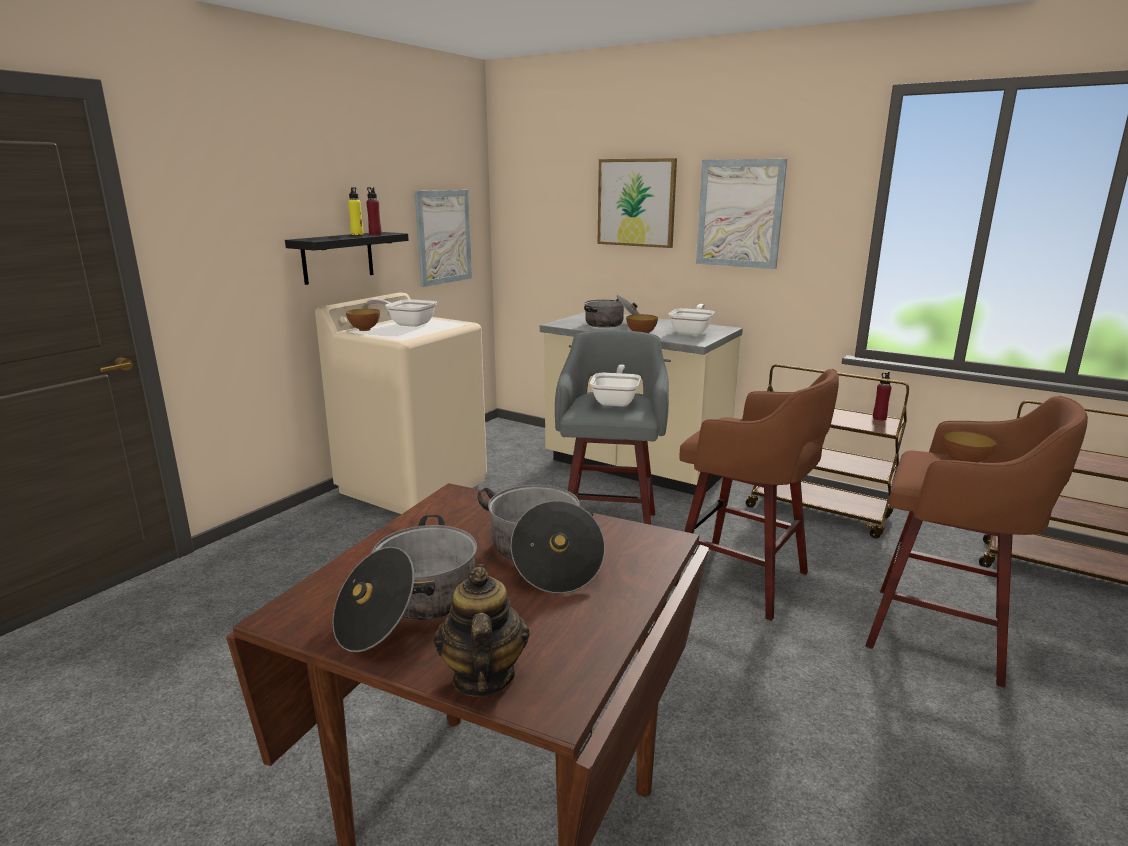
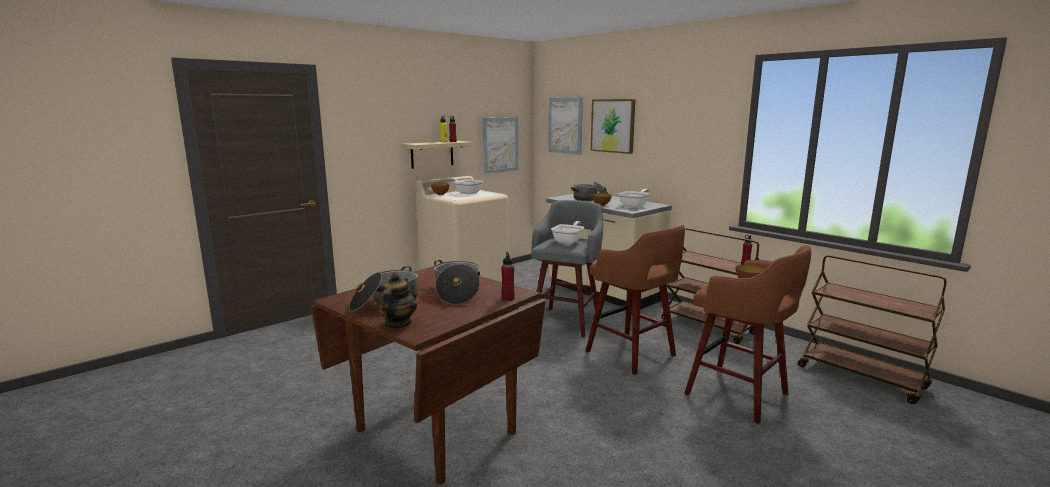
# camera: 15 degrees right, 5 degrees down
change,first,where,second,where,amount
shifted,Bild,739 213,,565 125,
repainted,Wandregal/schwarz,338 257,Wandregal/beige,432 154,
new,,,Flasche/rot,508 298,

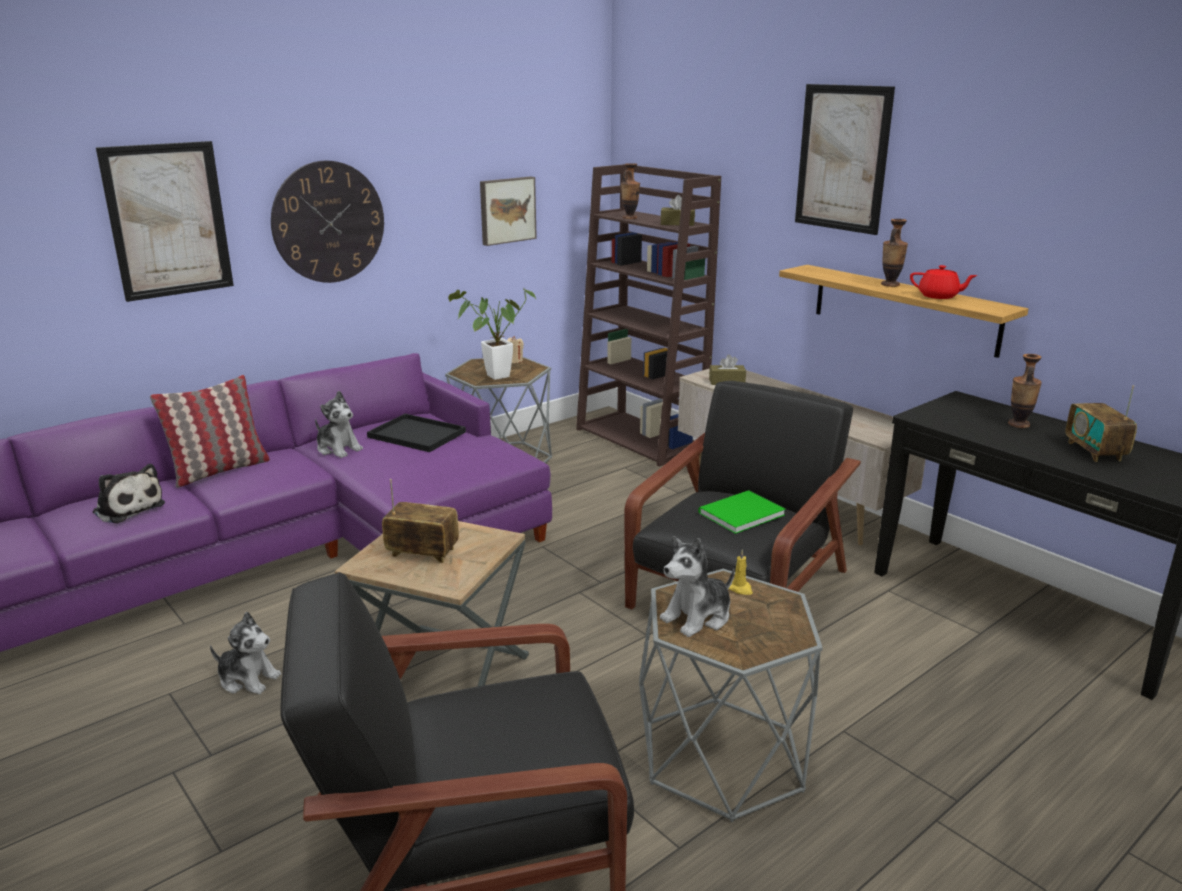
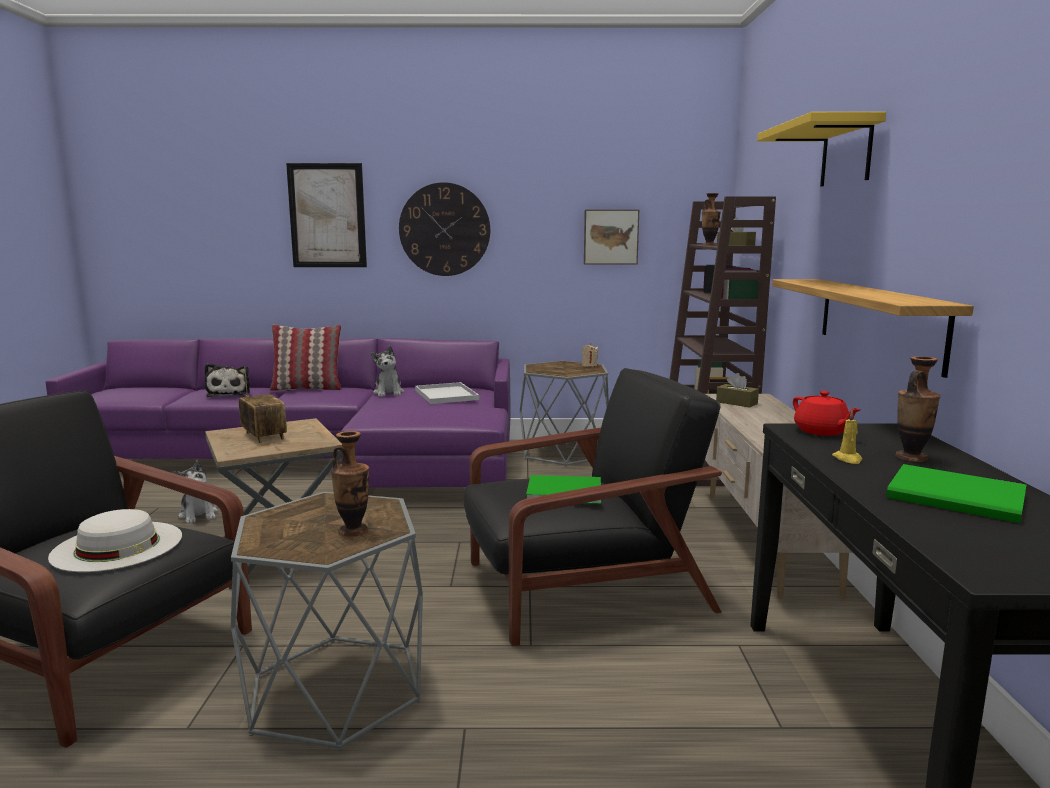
# camera: 40 degrees right, 10 degrees down
change,first,where,second,where,amount
swapped,Bild,842 158,Wandregal/gelb,846 153,
shifted,Vase,890 284,,353 531,
shifted,Teekanne/rot,939 296,,821 431,
gone,Topfpflanze,493 377,,,
swapped,Radio,1095 451,Buch/grün,959 498,
repainted,Tablett/schwarz,415 434,Tablett/weiß,445 394,
gone,Plüschtier,698 617,,,
shifted,Kerze/gelb,740 589,,848 459,
new,,,Hut/weiß,118 546,

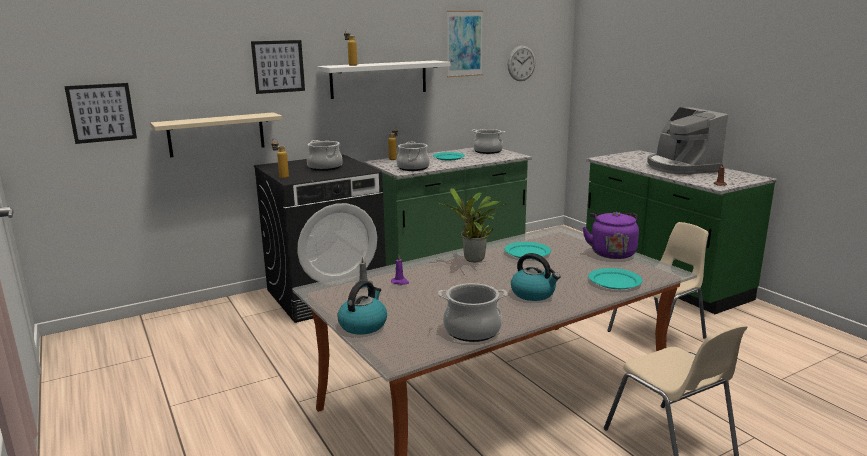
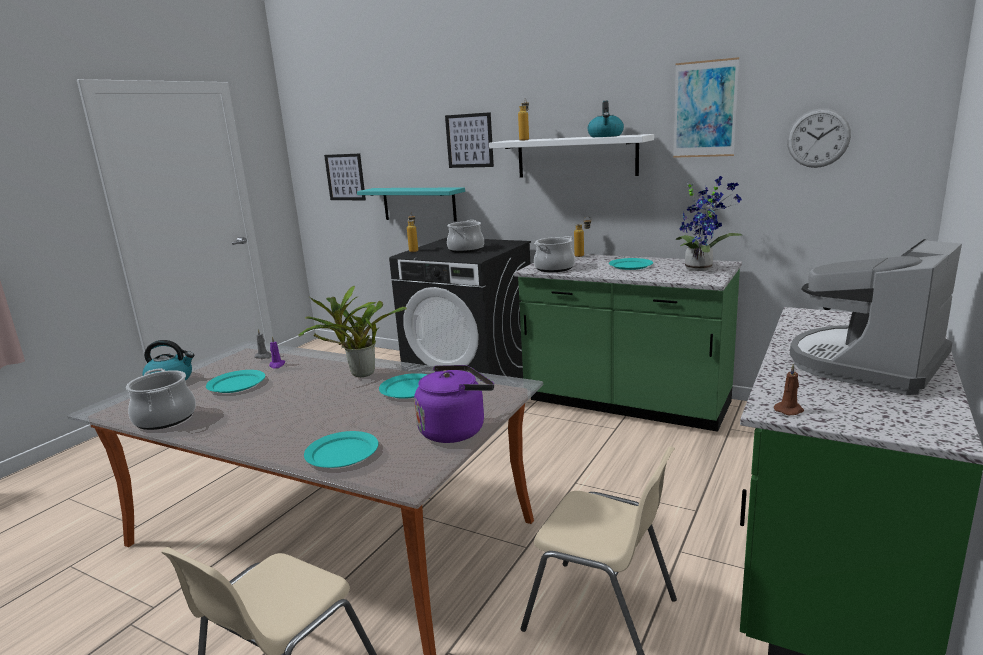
# camera: 60 degrees right, 0 degrees up
change,first,where,second,where,amount
repainted,Wandregal/beige,216 134,Wandregal/türkis,419 204,
swapped,Kochtopf,488 151,Topfpflanze,701 268,
shifted,Wasserkessel,533 294,,605 136,
new,,,Teller/türkis,237 384,

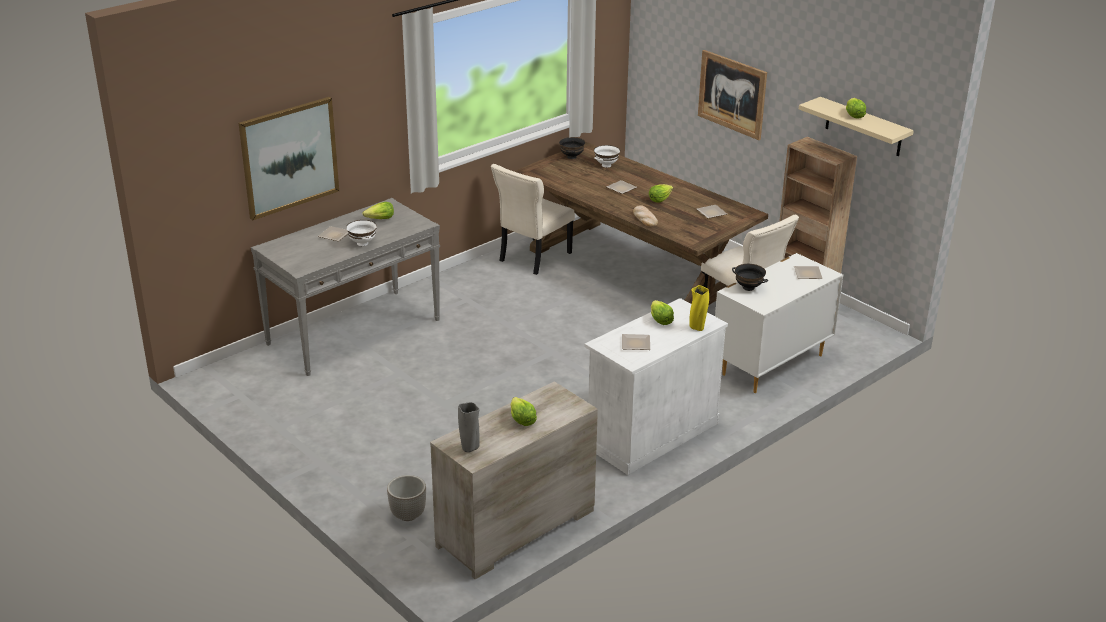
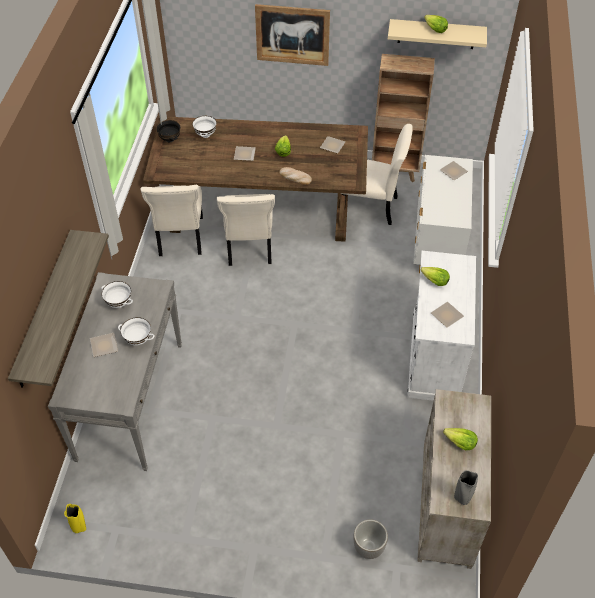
# camera: 40 degrees left, 20 degrees up
change,first,where,second,where,amount
swapped,Bild,289 157,Wandregal,44 309,
swapped,Salatkopf,380 219,Schüssel/weiß,119 303,
gone,Schüssel/schwarz,748 288,,,
shifted,Vase/gelb,697 328,,79 528,
new,,,Stuhl/beige,249 247,

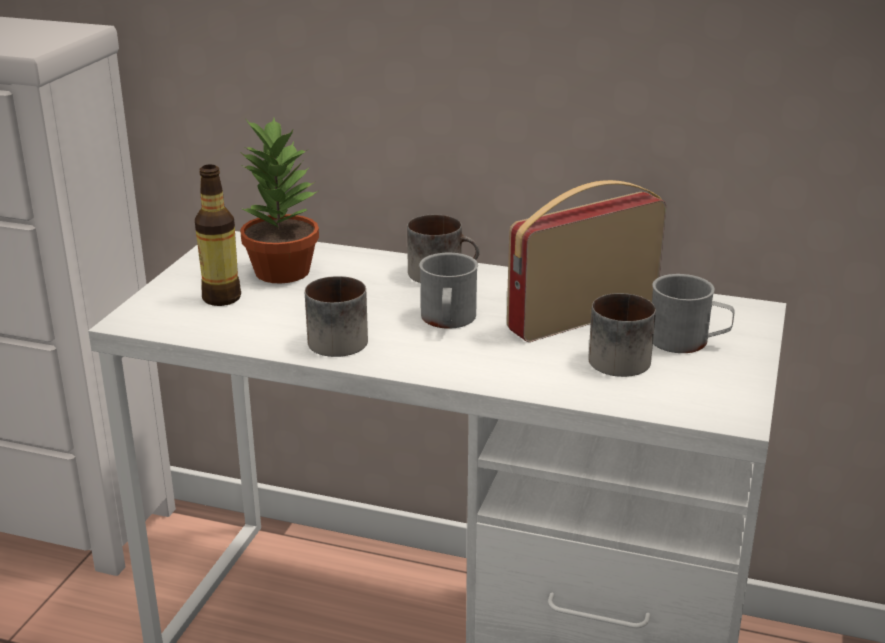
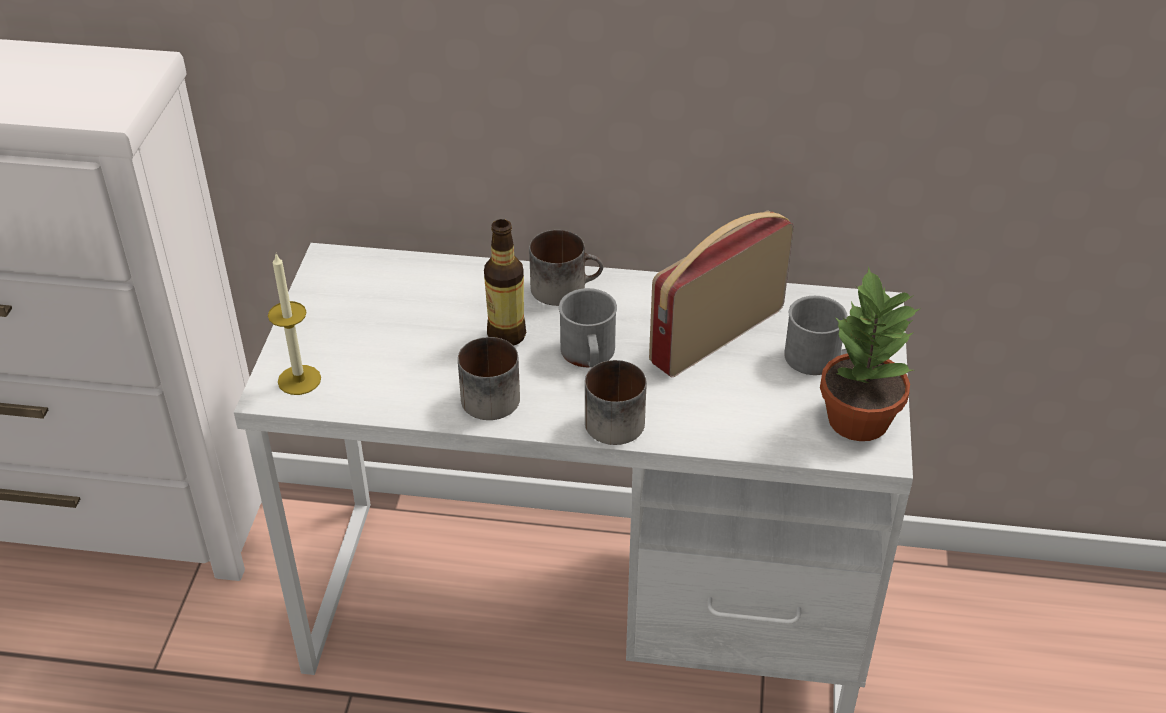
# camera: 10 degrees left, 15 degrees up
change,first,where,second,where,amount
shifted,Topfpflanze,281 271,,856 418,
shifted,Flasche,221 298,,506 335,
shifted,Henkelbecher,617 357,,612 417,
new,,,Kerze,299 380,

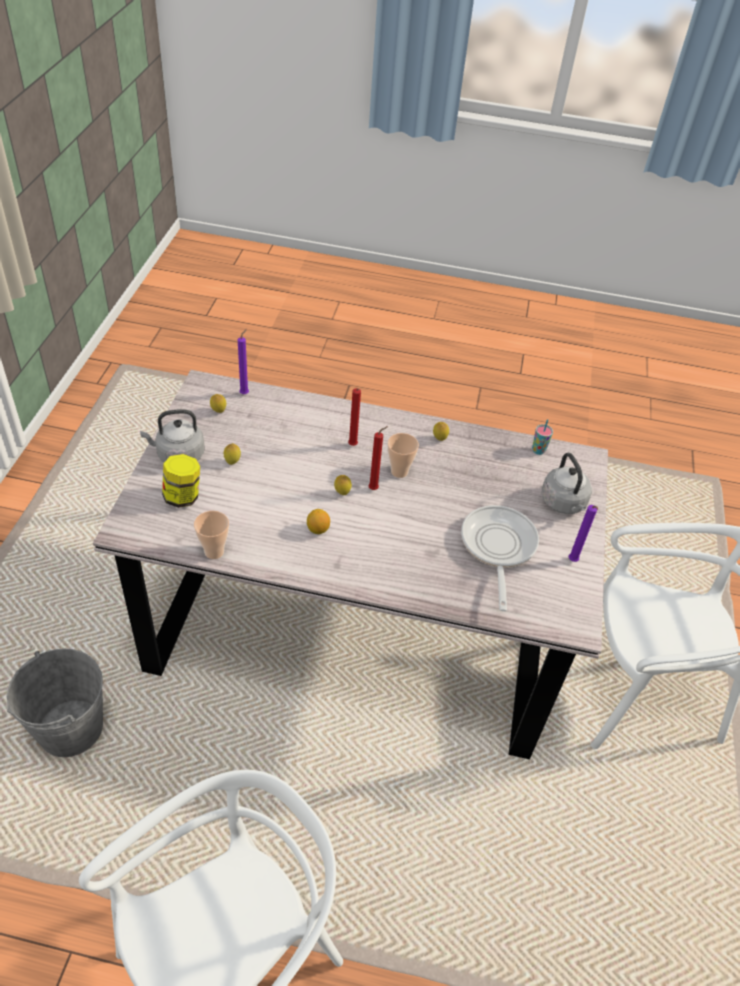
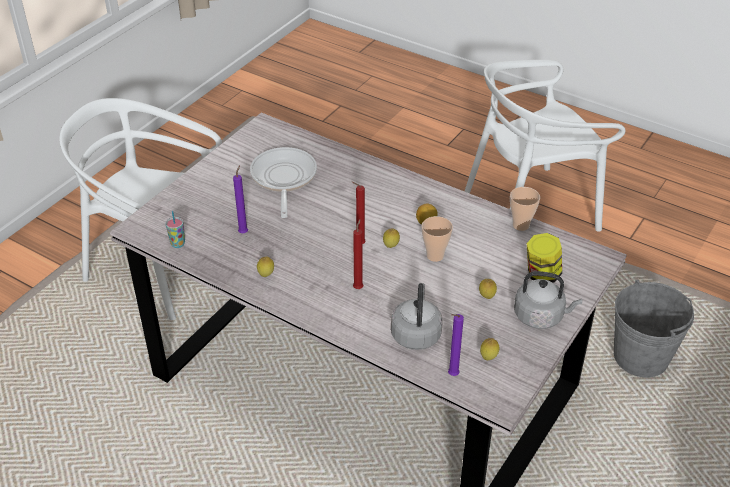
# camera: 155 degrees left, 5 degrees down
change,first,where,second,where,amount
shifted,Tasse,399 471,,435 255,
shifted,Wasserkessel/grau,564 503,,416 333,
rotated,Pfanne,497 548,,283 179,150 degrees clockwise
shifted,Kerze/lila,573 562,,244 232,

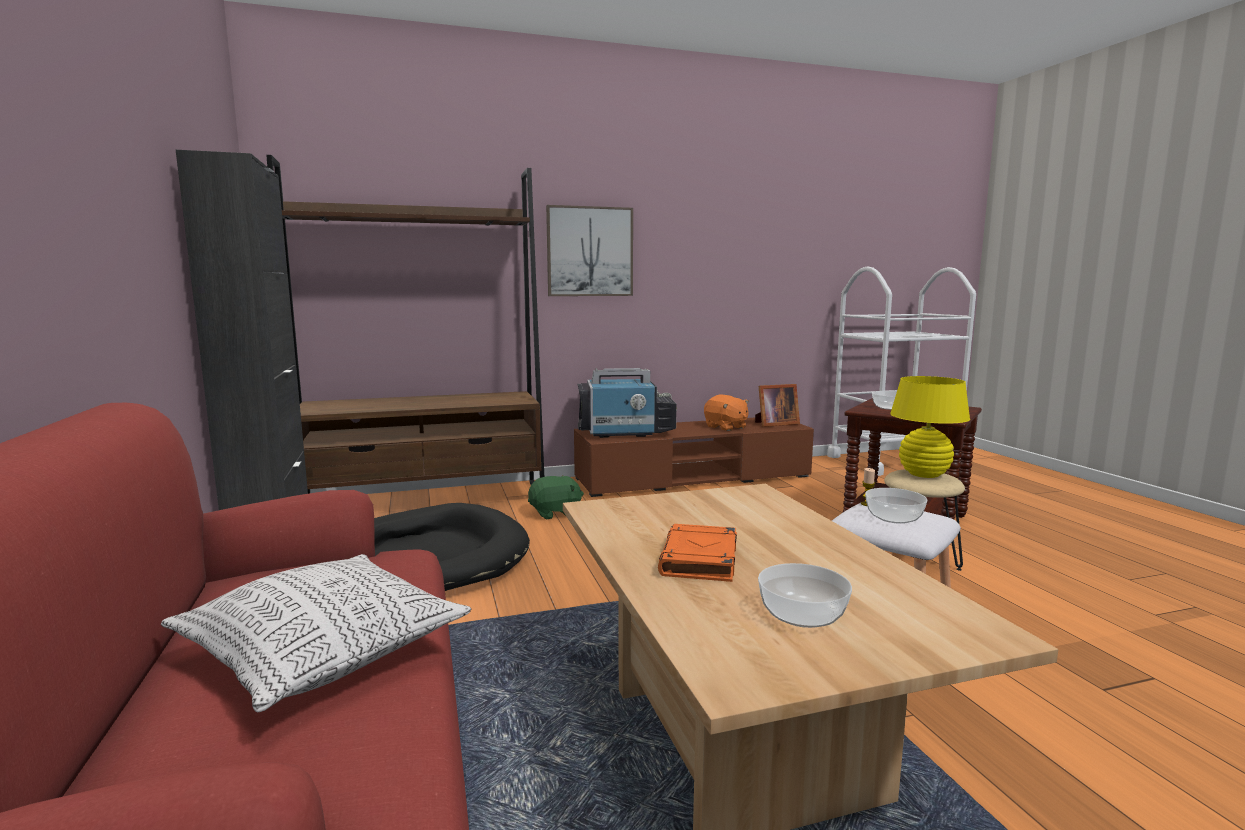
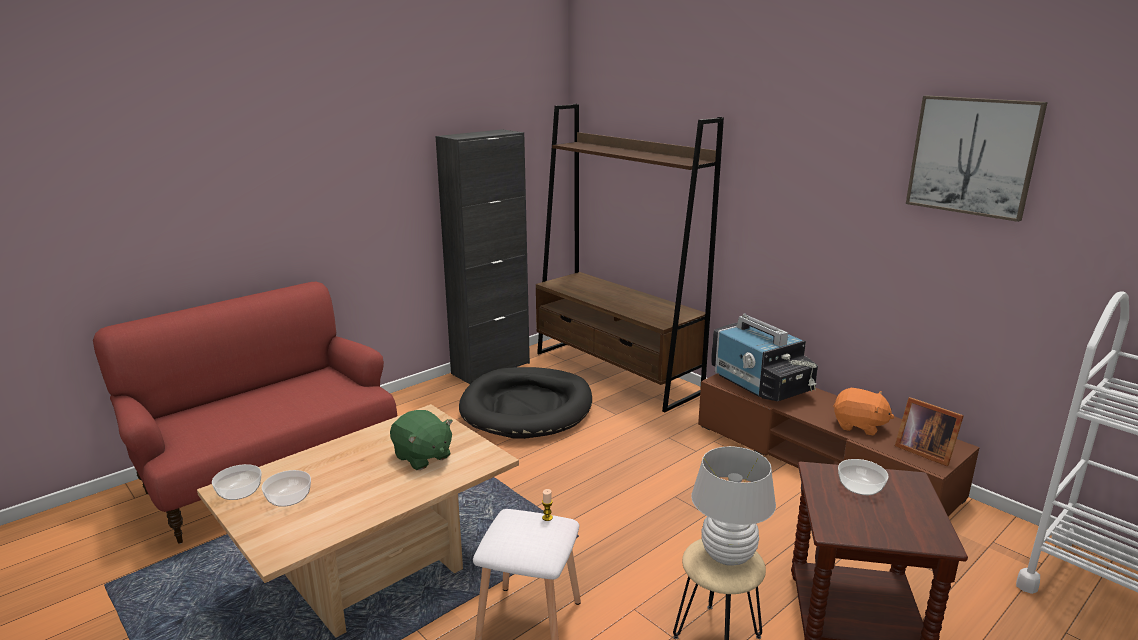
# camera: 65 degrees right, 10 degrees up
change,first,where,second,where,amount
shifted,Bild,589 252,,972 156,
repainted,Tischlampe/gelb,923 474,Tischlampe/weiß,728 555,
rotated,Plüschtier/orange,725 427,,859 426,90 degrees counterclockwise
shifted,Plüschtier/grün,555 513,,422 457,
shifted,Schüssel,895 518,,239 492,
gone,Buch/orange,699 560,,,
gone,Kissen,324 653,,,

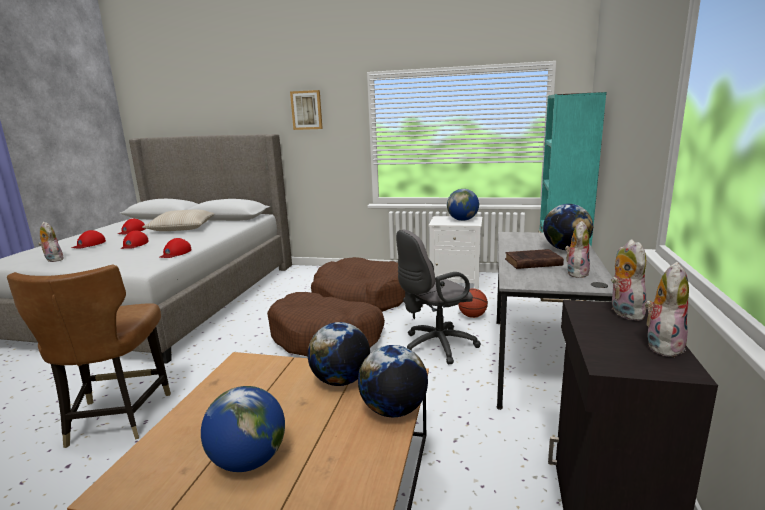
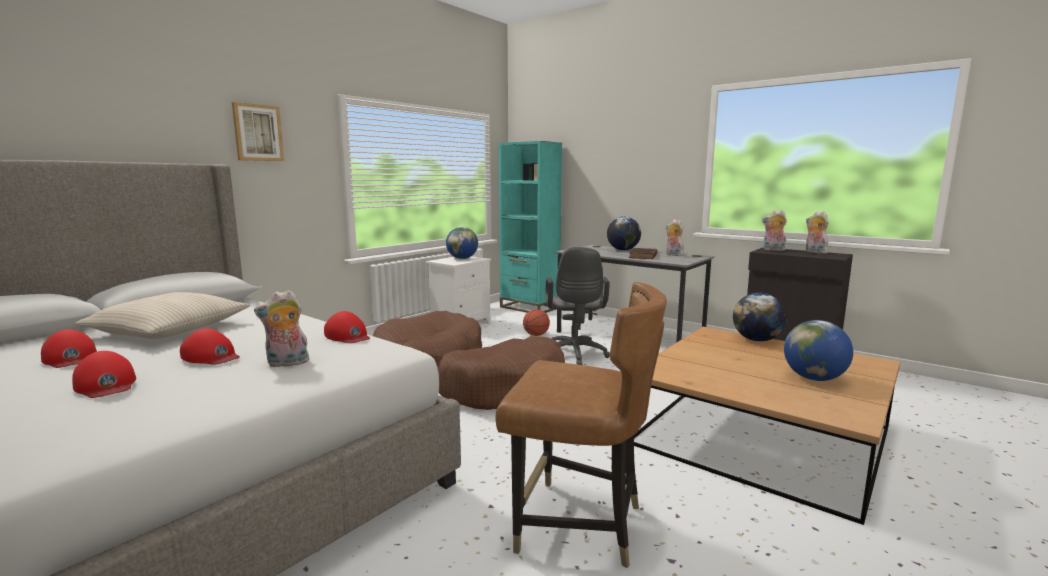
# camera: 65 degrees left, 5 degrees down
change,first,where,second,where,amount
shifted,Plüschtier,53 260,,287 363,
gone,Globus,341 381,,,

